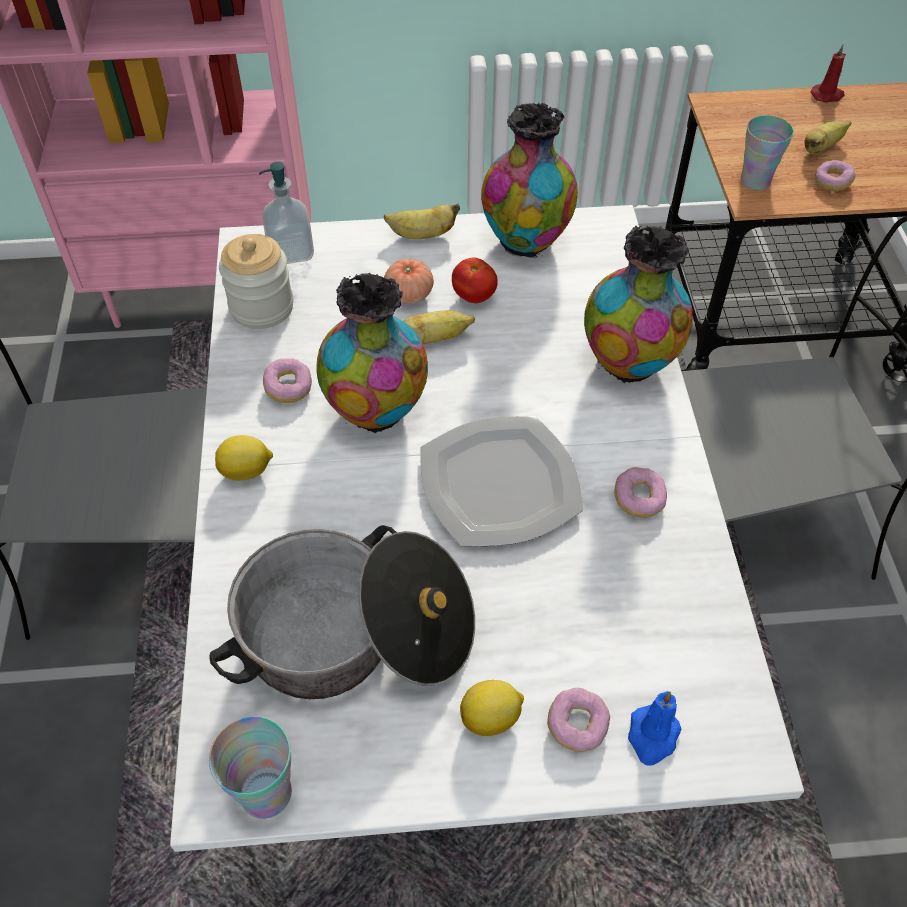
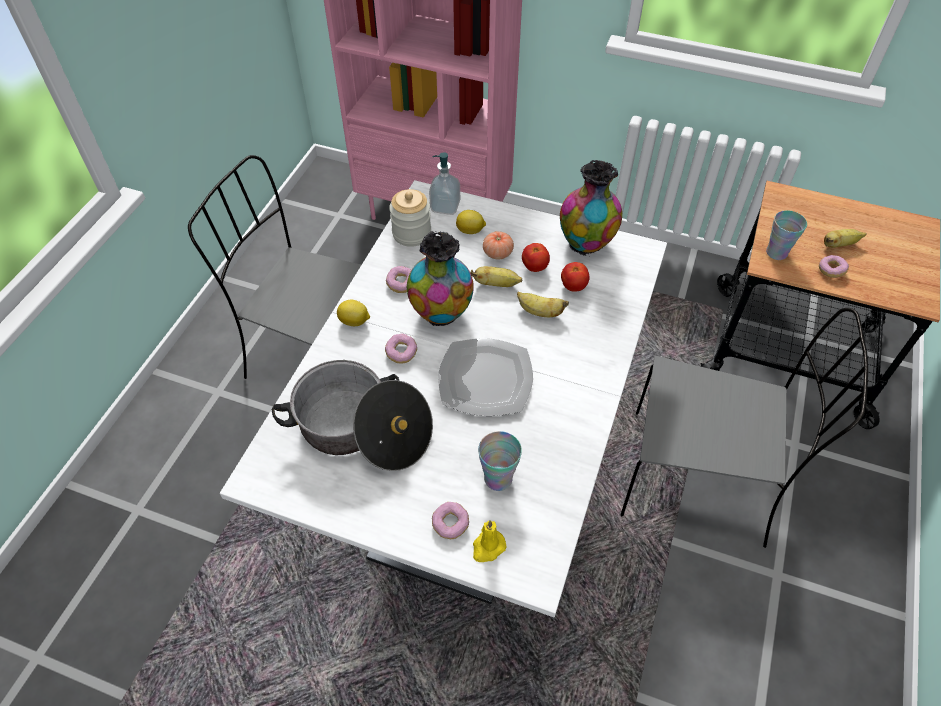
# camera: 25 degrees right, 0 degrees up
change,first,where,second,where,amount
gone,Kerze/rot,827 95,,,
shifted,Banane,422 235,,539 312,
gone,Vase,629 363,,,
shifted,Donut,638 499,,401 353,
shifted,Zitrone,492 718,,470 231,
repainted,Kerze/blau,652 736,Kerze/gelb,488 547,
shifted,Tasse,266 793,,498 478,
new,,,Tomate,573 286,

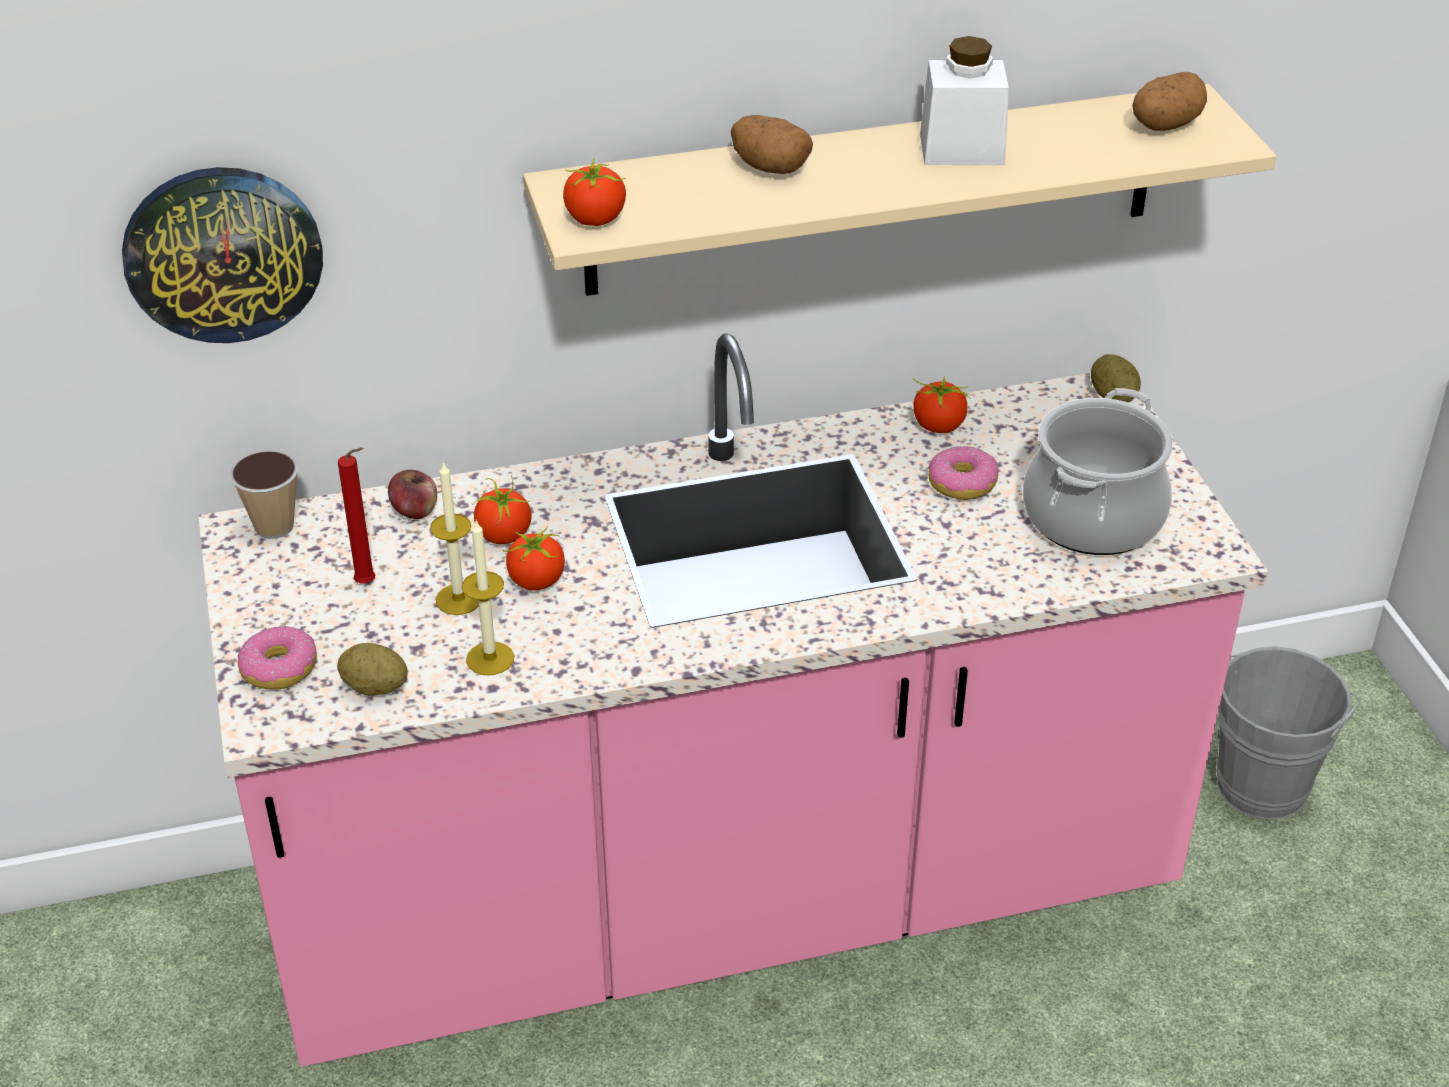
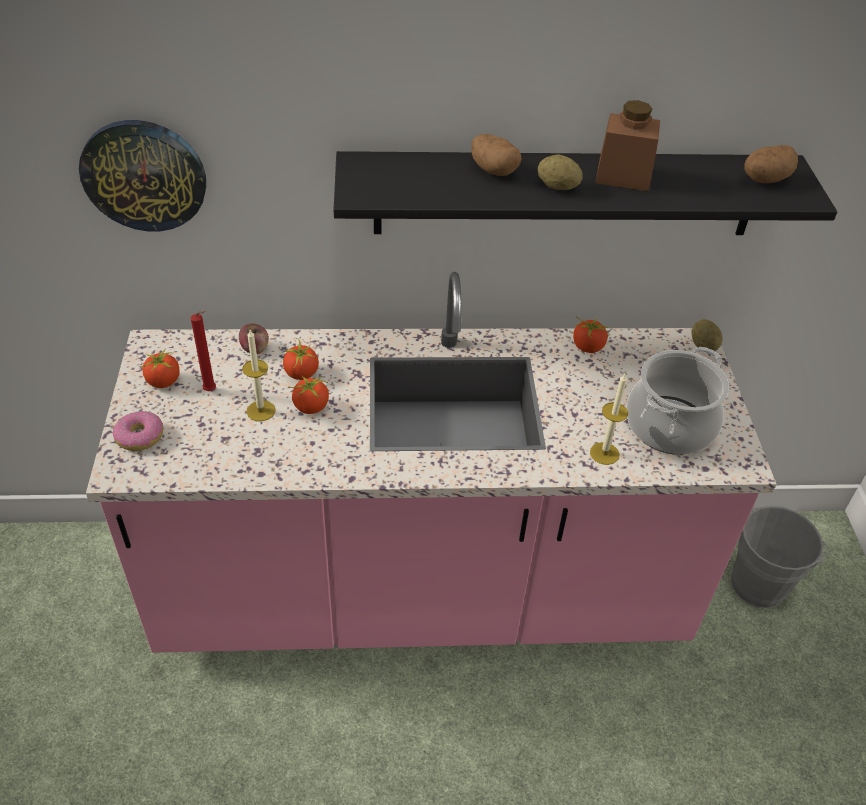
# camera: 10 degrees right, 5 degrees up
change,first,where,second,where,amount
repainted,Vorratsglas/weiß,962 149,Vorratsglas/braun,623 176,
repainted,Wandregal/beige,874 190,Wandregal/schwarz,566 194,
shifted,Tomate,595 220,,163 382,
gone,Donut,962 483,,,
gone,Tasse,274 526,,,
shifted,Kerze,490 658,,604 453,
shifted,Kartoffel,375 687,,557 187,

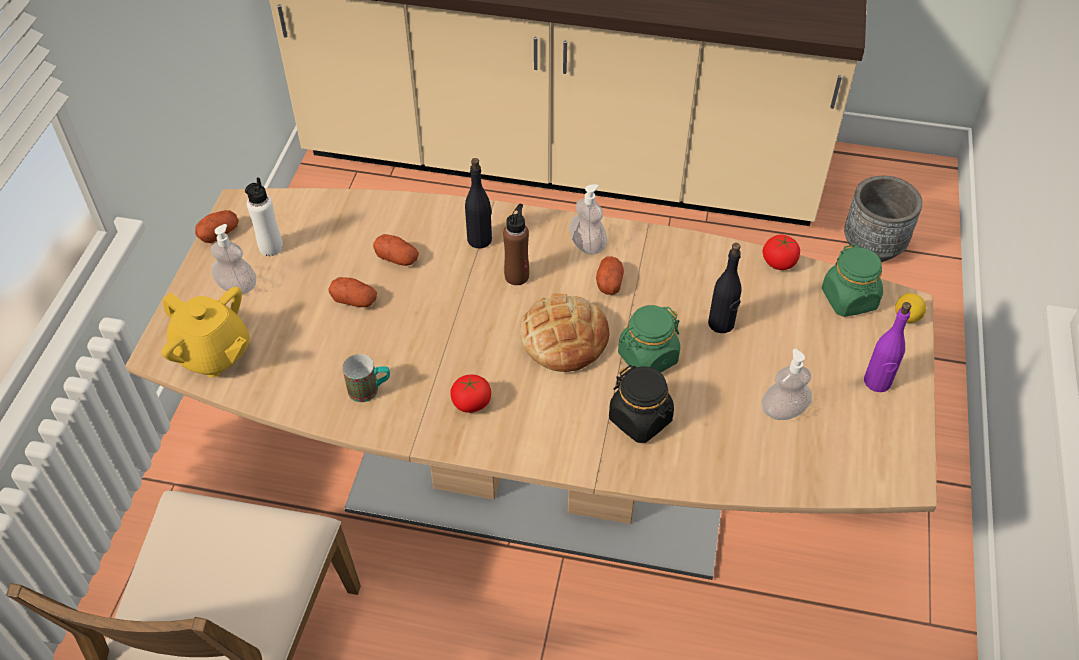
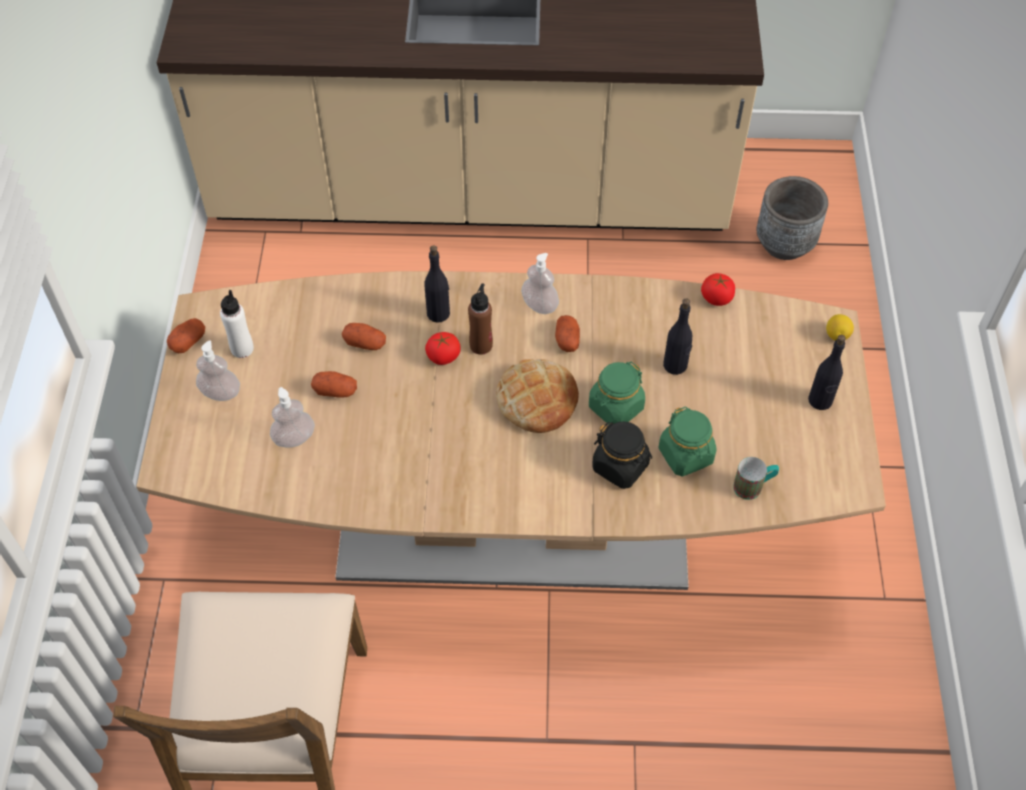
# camera: 10 degrees left, 5 degrees up
change,first,where,second,where,amount
shifted,Vorratsglas/grün,849 299,,686 455,
gone,Teekanne/gelb,214 354,,,
repainted,Flasche/lila,877 382,Flasche/schwarz,820 400,
shifted,Seifenspender,783 411,,294 438,
shifted,Henkelbecher,370 390,,753 486,
shifted,Tomate,471 403,,443 356,

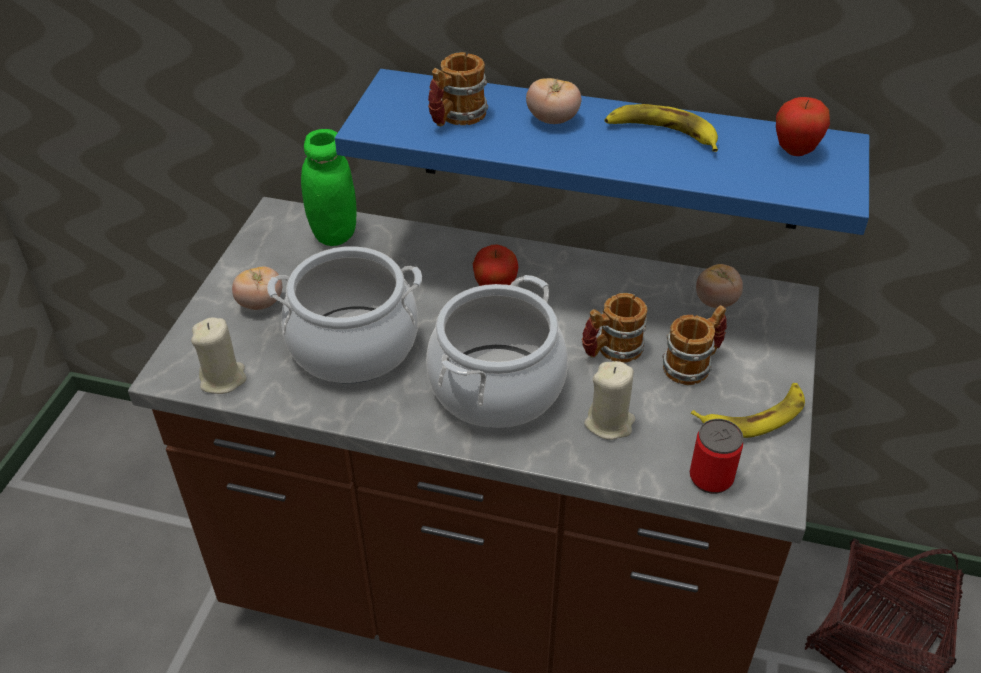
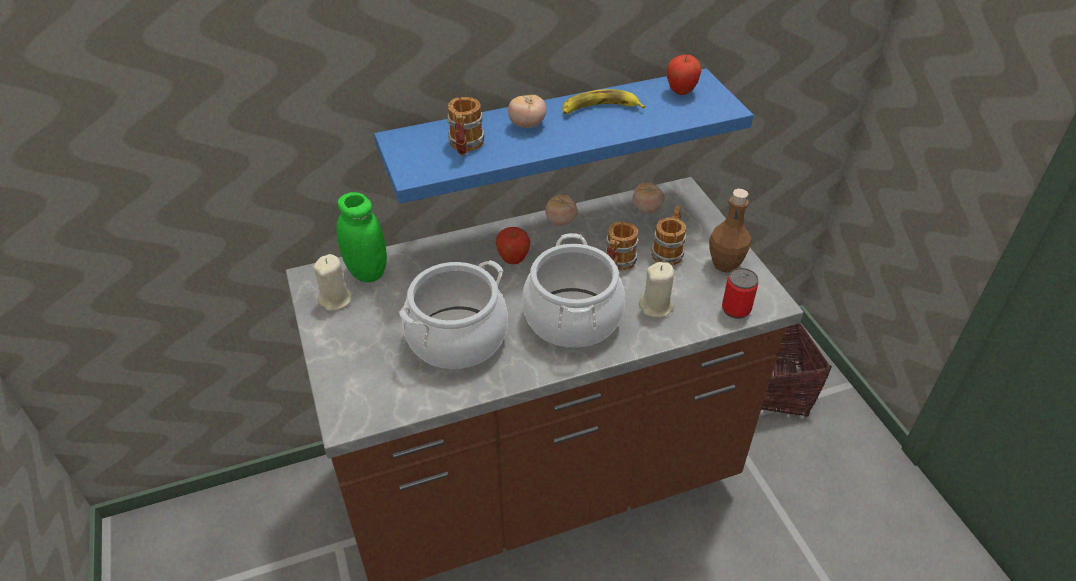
# camera: 35 degrees left, 0 degrees up
change,first,where,second,where,amount
shifted,Tomate,260 303,,560 221,
shifted,Kerze/beige,223 379,,336 299,
swapped,Banane,754 415,Flasche/braun,725 264,

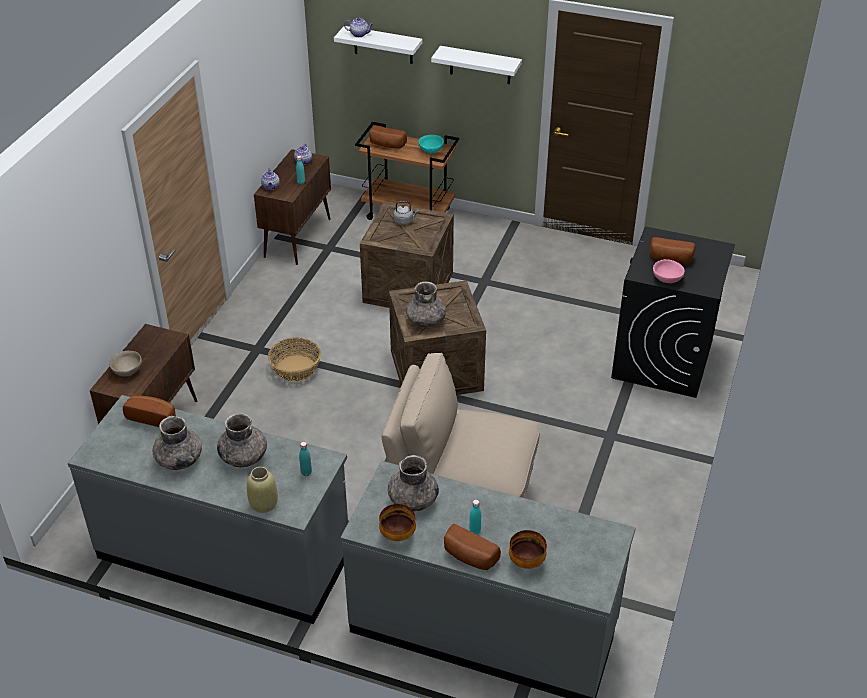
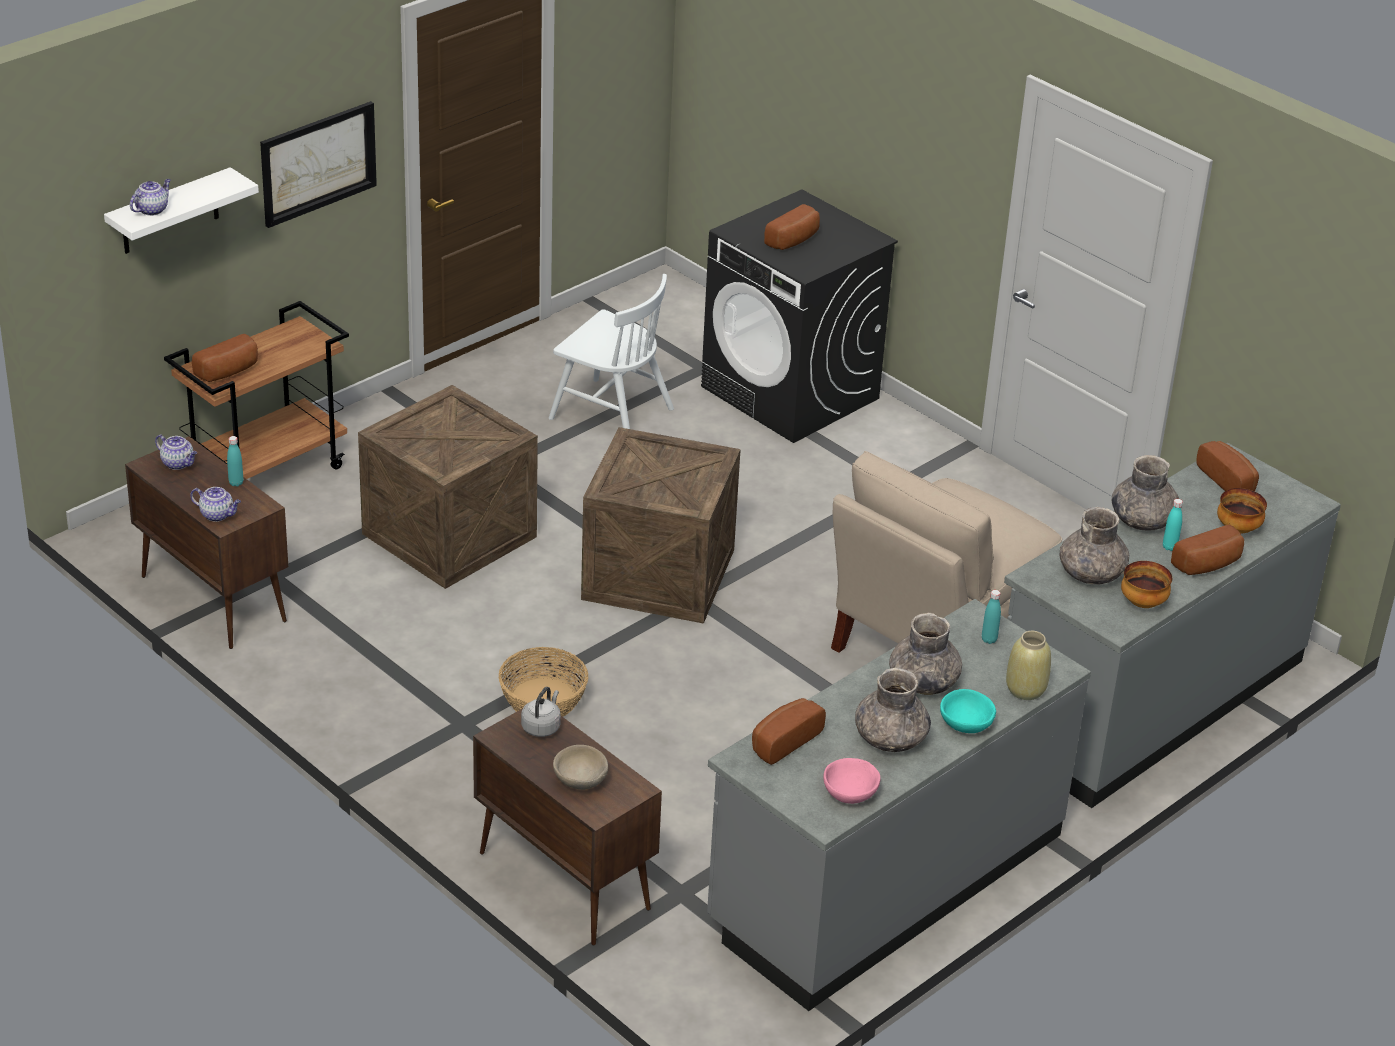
# camera: 65 degrees left, 5 degrees down
change,first,where,second,where,amount
swapped,Wandregal/weiß,480 65,Bild,318 163,
shifted,Schüssel/türkis,430 150,,965 725,
shifted,Wasserkessel/grau,404 221,,542 726,
shifted,Schüssel/rosa,666 279,,850 795,
shifted,Vase/grau,426 320,,1142 520,
new,,,Stuhl/weiß,611 413,
new,,,Brot,1229 480,

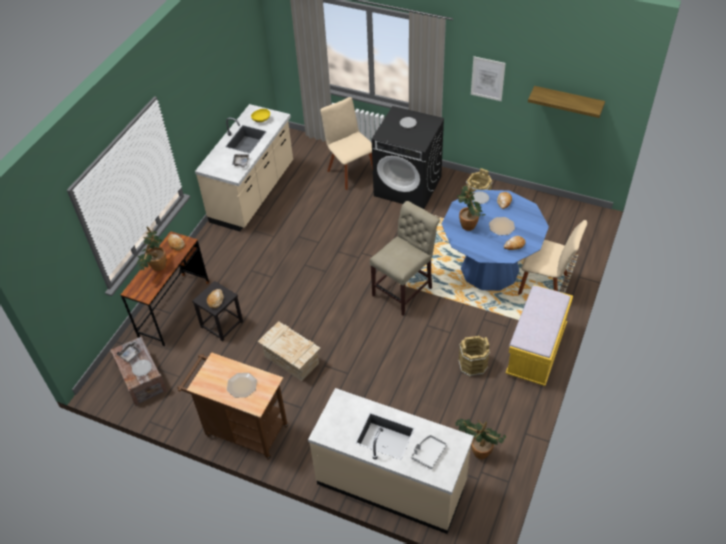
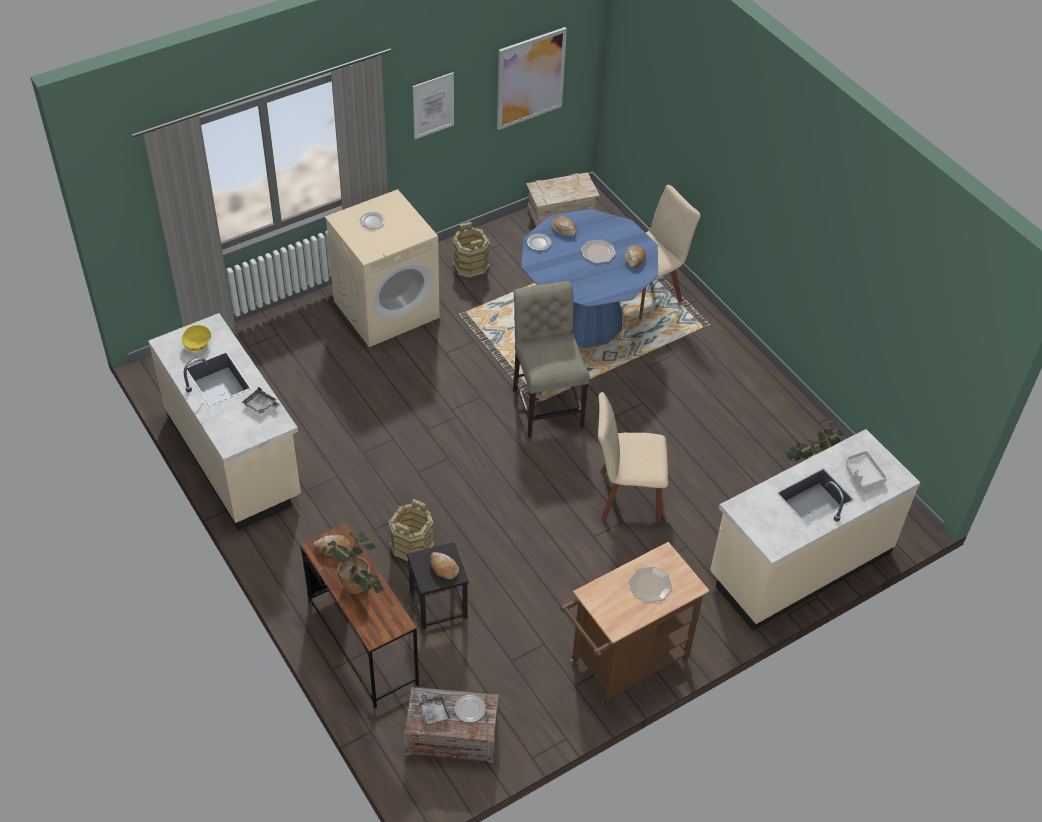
# camera: 60 degrees left, 0 degrees up
change,first,where,second,where,amount
swapped,Wandregal,567 101,Bild,530 78,
shifted,Stuhl/beige,350 171,,625 496,
repainted,Waschmaschine/schwarz,408 186,Waschmaschine/beige,386 309,
gone,Topfpflanze,468 223,,,
gone,Bank/gelb,536 350,,,
shifted,Kiste,291 360,,560 213,
shifted,Eimer/braun,473 365,,412 546,

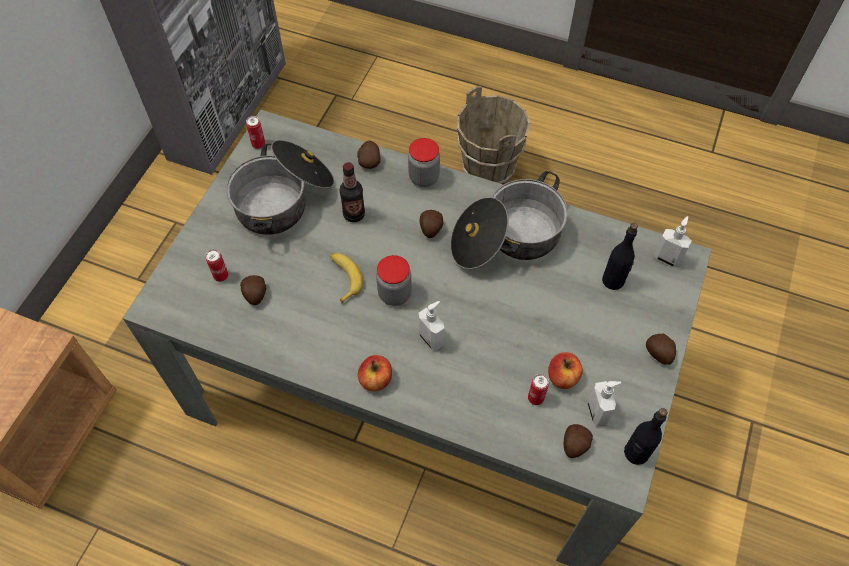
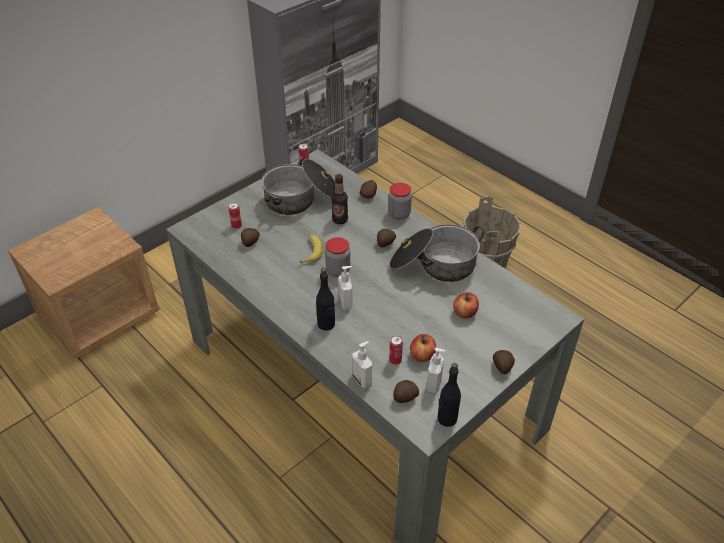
# camera: 25 degrees right, 15 degrees down
change,first,where,second,where,amount
shifted,Seifenspender,667 258,,362 379,
shifted,Flasche/schwarz,613 280,,326 324,
shifted,Apfel,376 379,,465 313,

